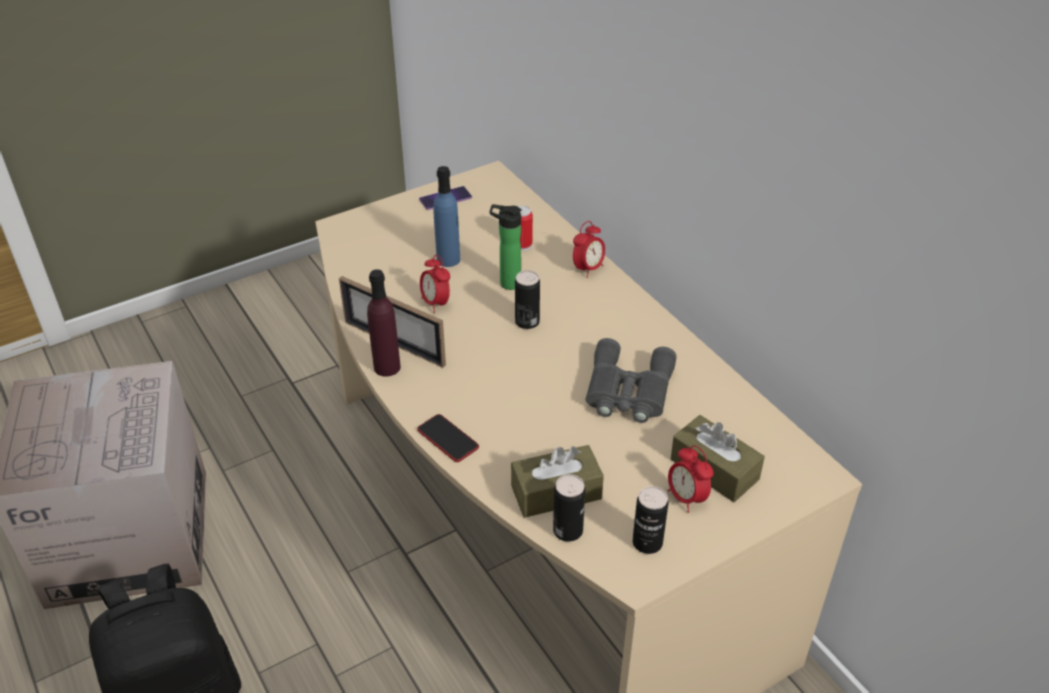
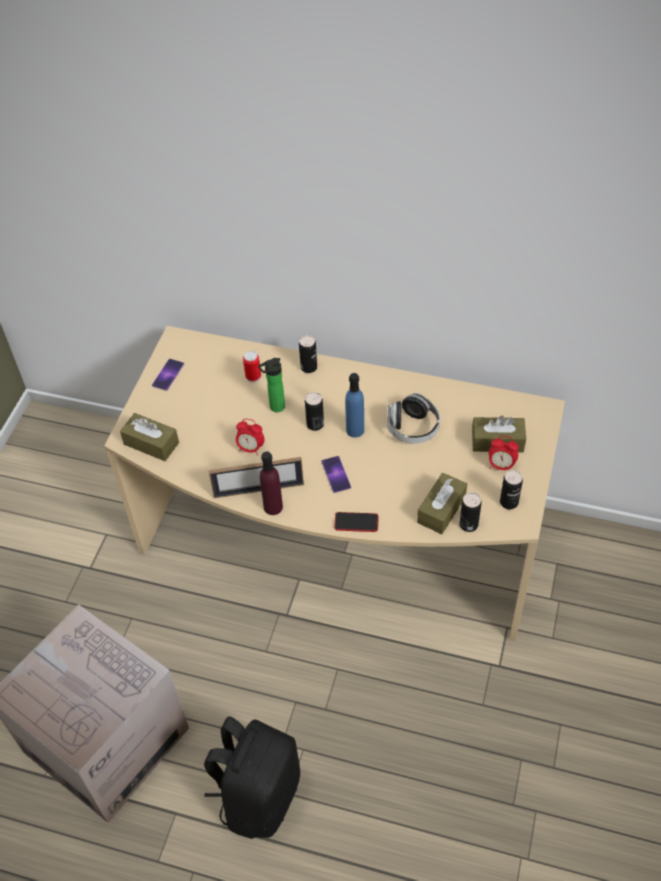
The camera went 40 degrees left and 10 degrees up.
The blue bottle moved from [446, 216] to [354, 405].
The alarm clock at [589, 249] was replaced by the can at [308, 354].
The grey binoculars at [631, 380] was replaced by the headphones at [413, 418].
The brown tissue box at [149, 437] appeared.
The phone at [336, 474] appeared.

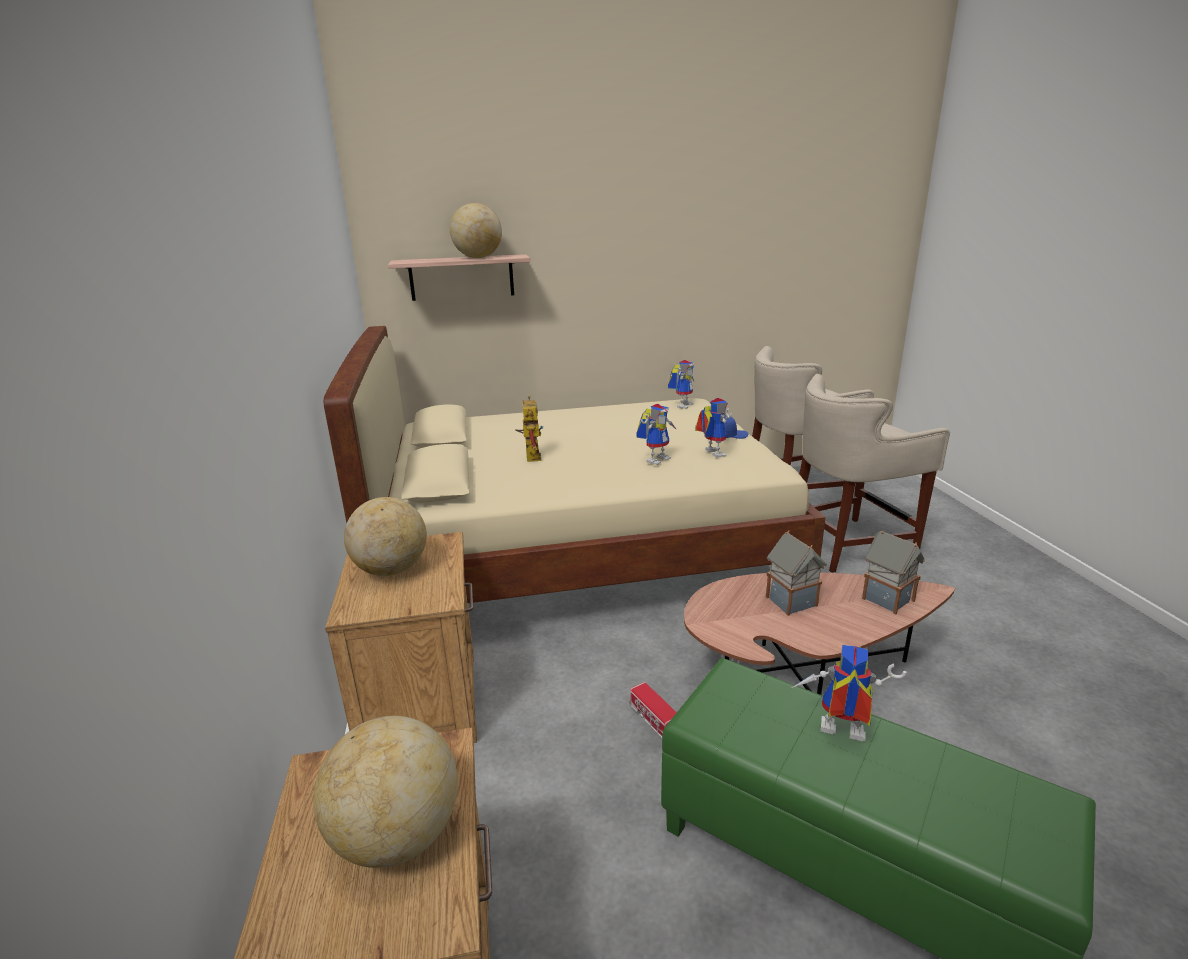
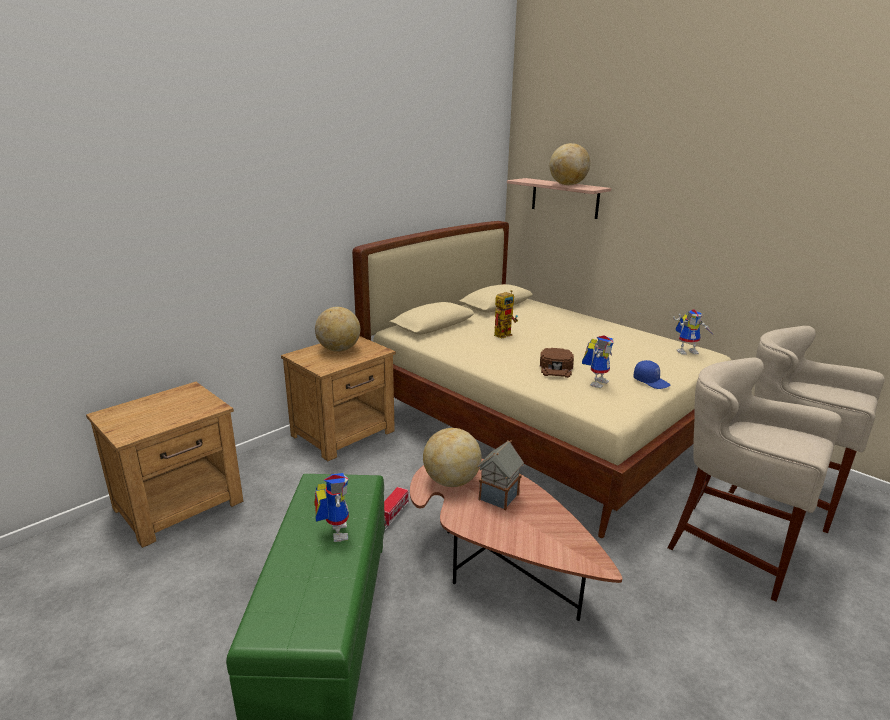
The camera went 55 degrees right and 0 degrees up.
The toy robot at [656, 434] was replaced by the brown cap at [557, 363].
The toy house at [893, 572] disappeared.
The globe moved from [385, 792] to [452, 457].

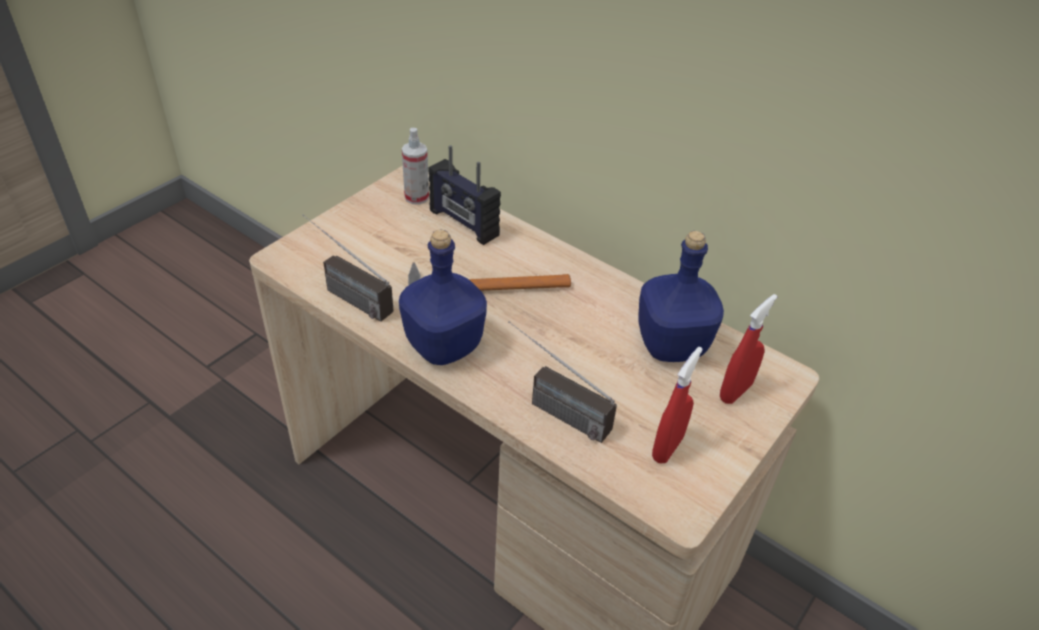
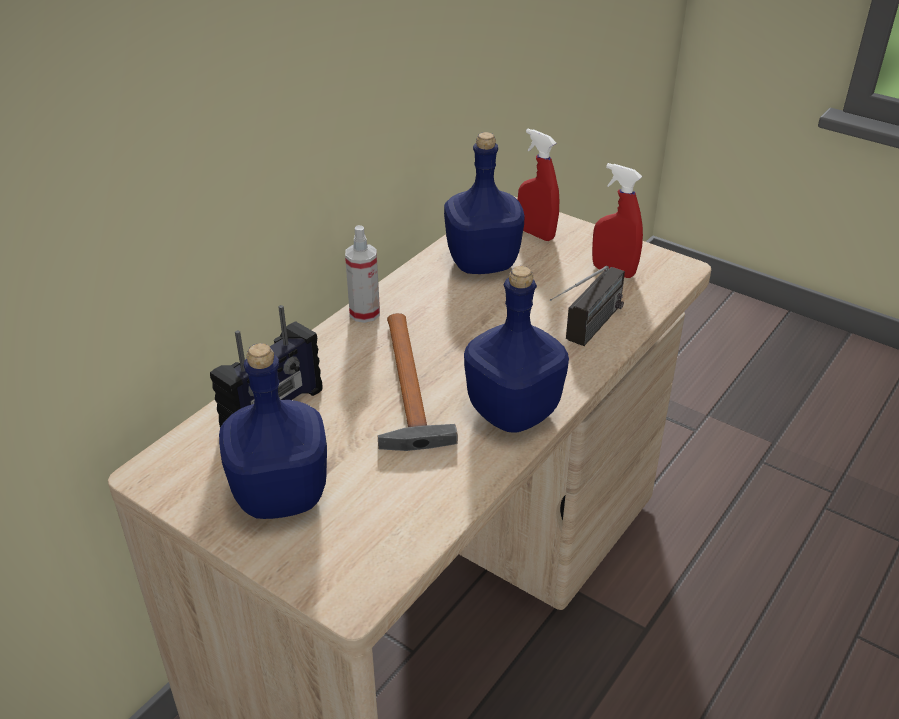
The camera went 90 degrees left and 5 degrees down.
The spray bottle moved from [415, 166] to [362, 274].
The radio at [348, 268] disappeared.
The blue bottle at [273, 431] appeared.

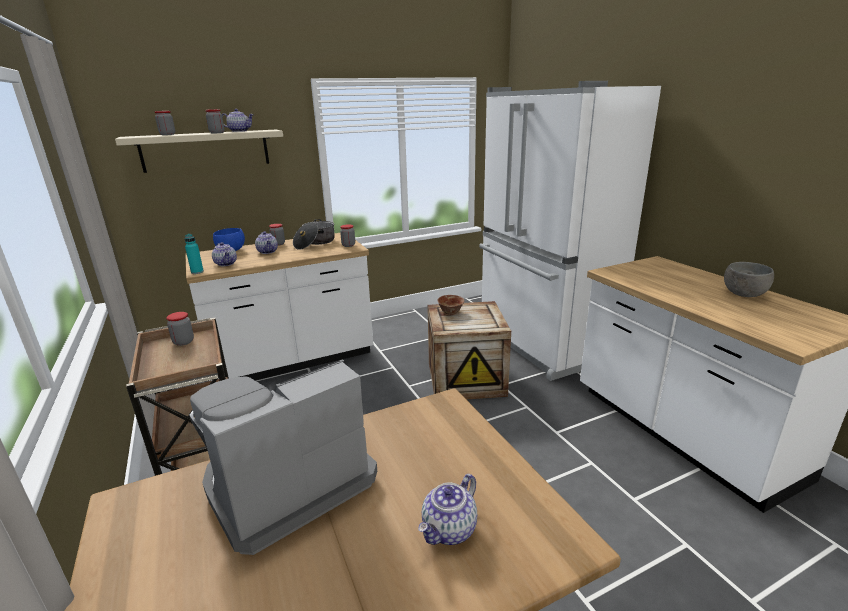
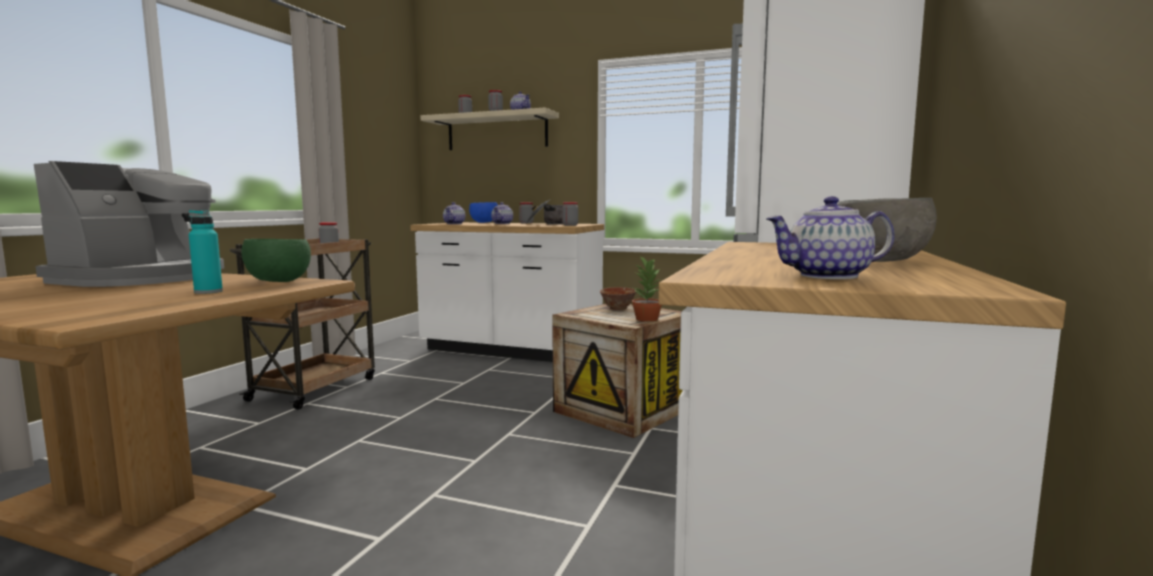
The camera went 45 degrees right and 15 degrees down.
The turquoise bottle moved from [194, 254] to [205, 252].
The coffee machine at [283, 457] turned 105 degrees clockwise.
The teapot moved from [447, 509] to [830, 237].
The green bowl at [276, 260] appeared.
The potted plant at [647, 289] appeared.

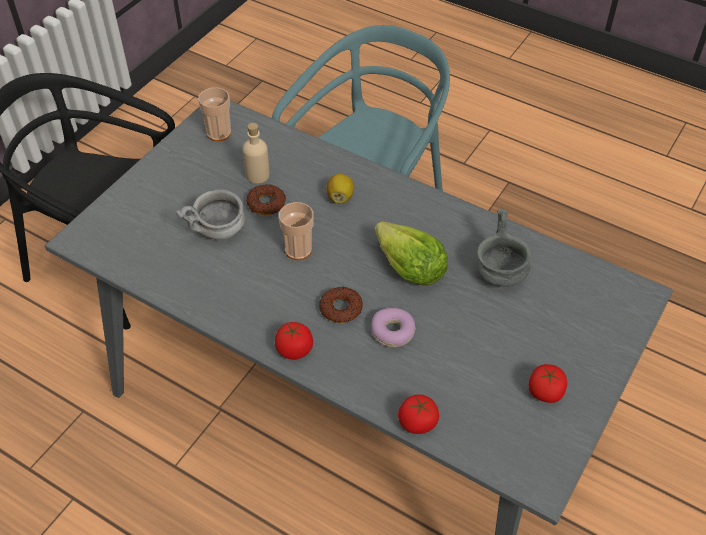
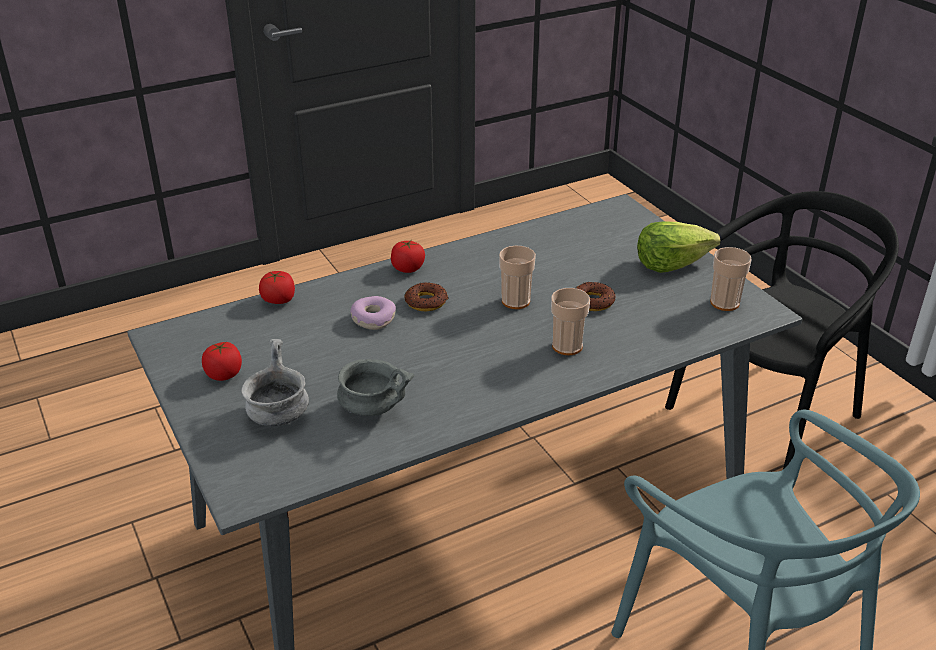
The camera went 120 degrees right and 15 degrees down.
The beige bottle at [256, 153] disappeared.
The lemon at [340, 188] was replaced by the cup at [570, 321].
The grey bowl moved from [210, 214] to [275, 382].
The lettuce moved from [411, 253] to [679, 247].

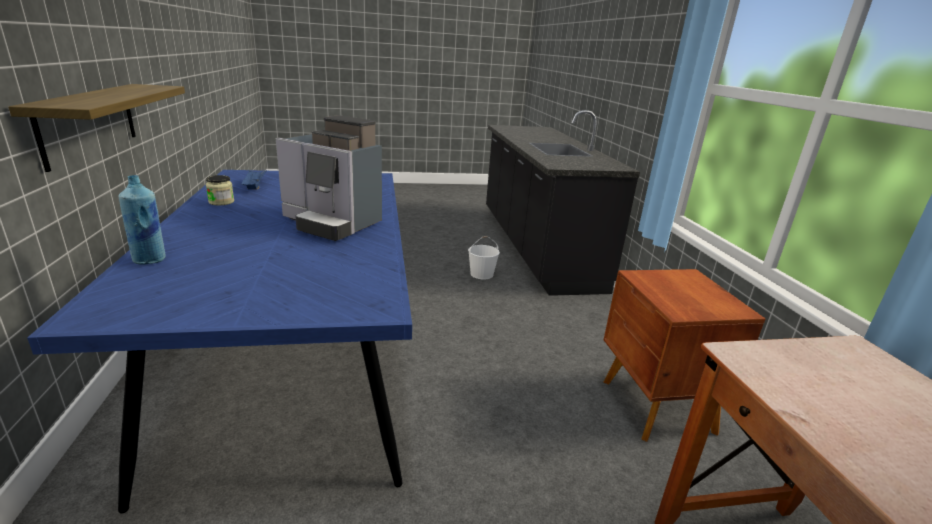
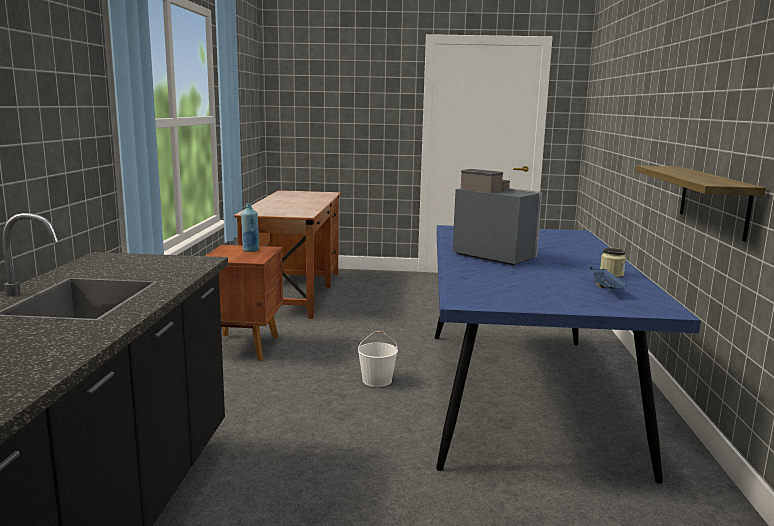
The camera went 165 degrees left and 10 degrees down.
The blue bottle moved from [142, 220] to [250, 227].
The white bucket moved from [484, 257] to [378, 359].

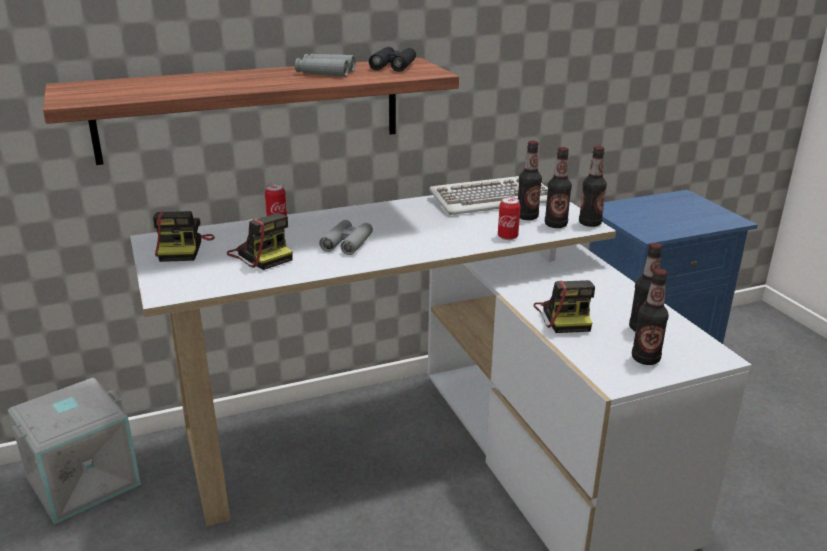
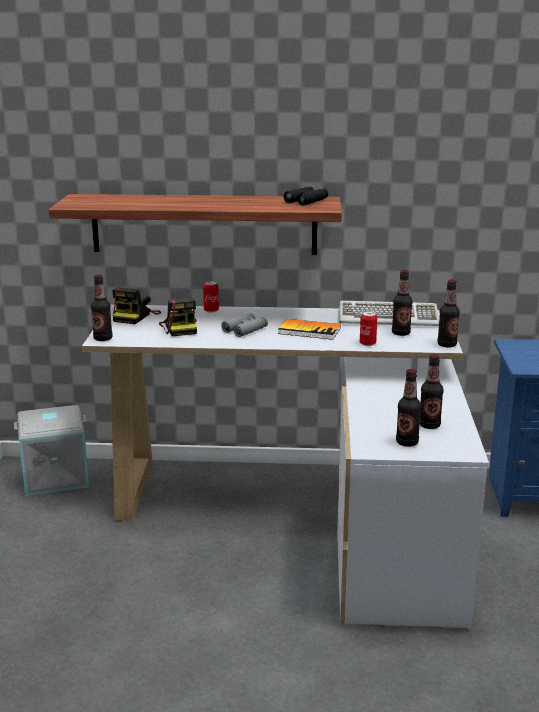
The camera went 25 degrees right and 5 degrees down.
The grey binoculars at [325, 65] disappeared.
The bottle moved from [558, 187] to [101, 307].
The photo camera at [564, 306] disappeared.
The book at [309, 329] appeared.

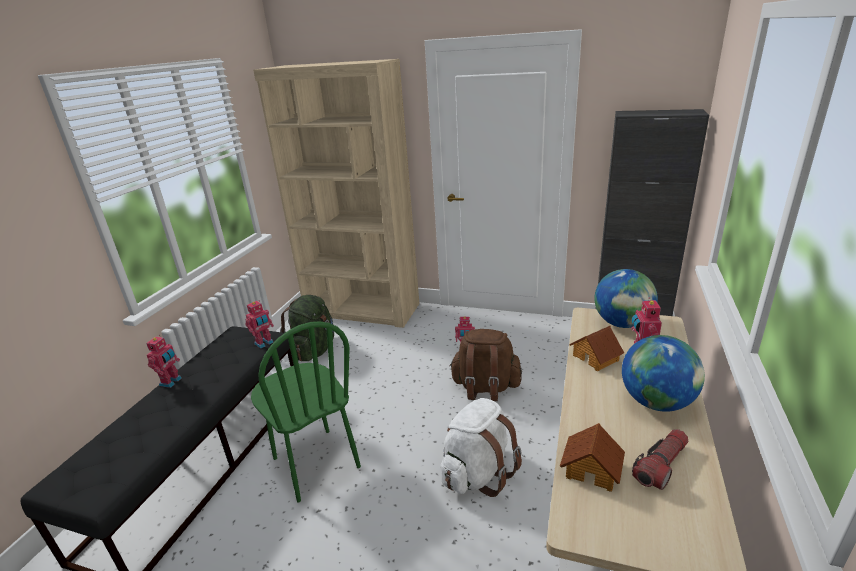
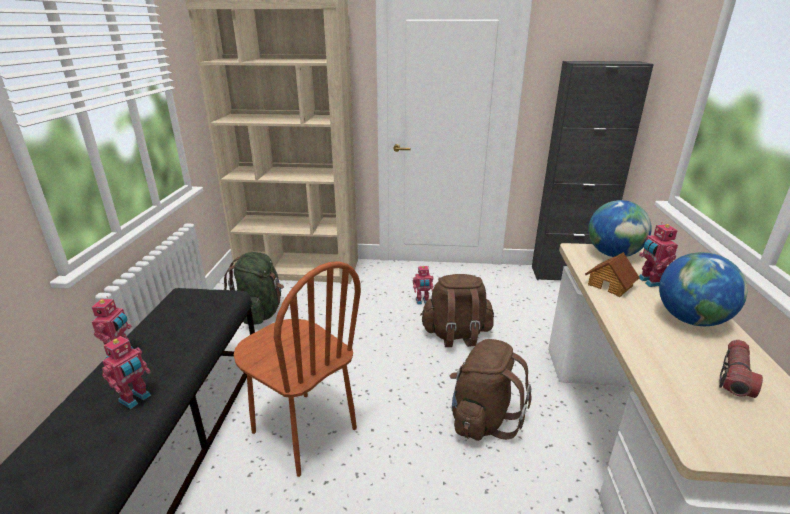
The camera went 15 degrees left and 0 degrees up.
The toy robot moved from [259, 324] to [126, 372].
The green chair at [306, 411] became the brown chair at [297, 369].
The white backpack at [481, 447] became the brown backpack at [490, 390].
The toy house at [592, 457] disappeared.

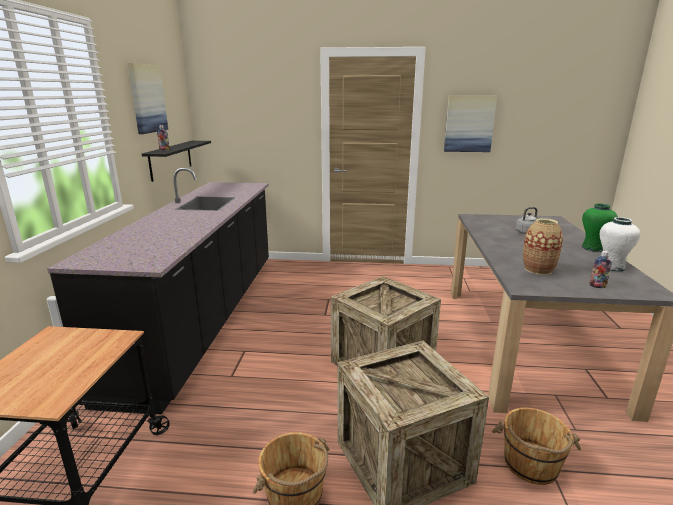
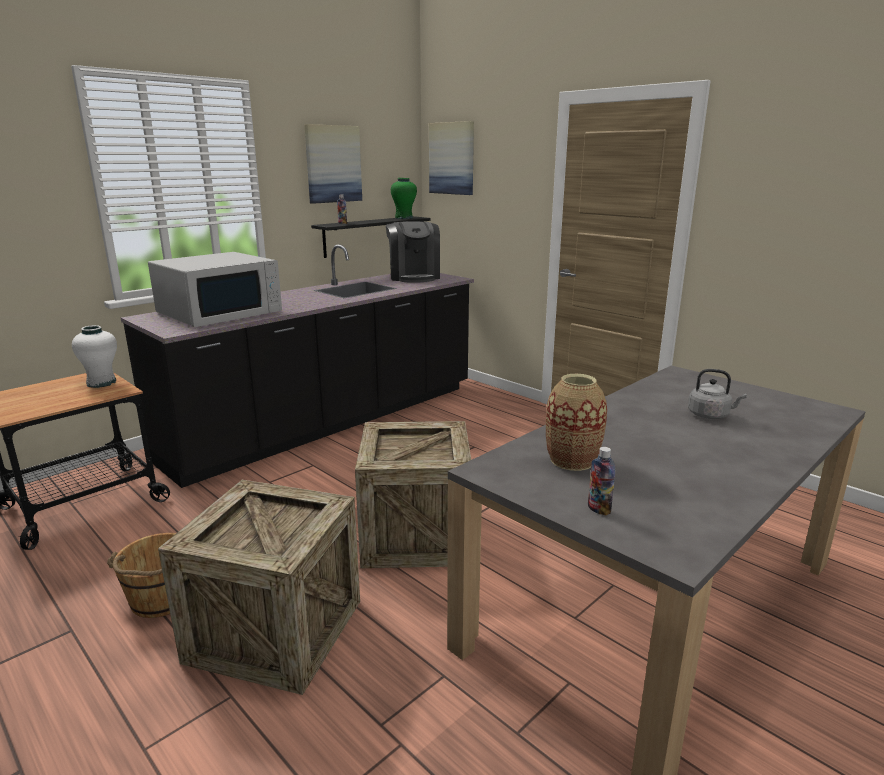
The camera went 40 degrees right and 0 degrees up.
The picture moved from [470, 124] to [451, 158].
The green vase moved from [600, 227] to [404, 198].
The white vase moved from [620, 244] to [94, 356].
The brown bucket at [536, 446] disappeared.
The coffee machine at [413, 252] appeared.
The white microwave at [215, 289] appeared.

